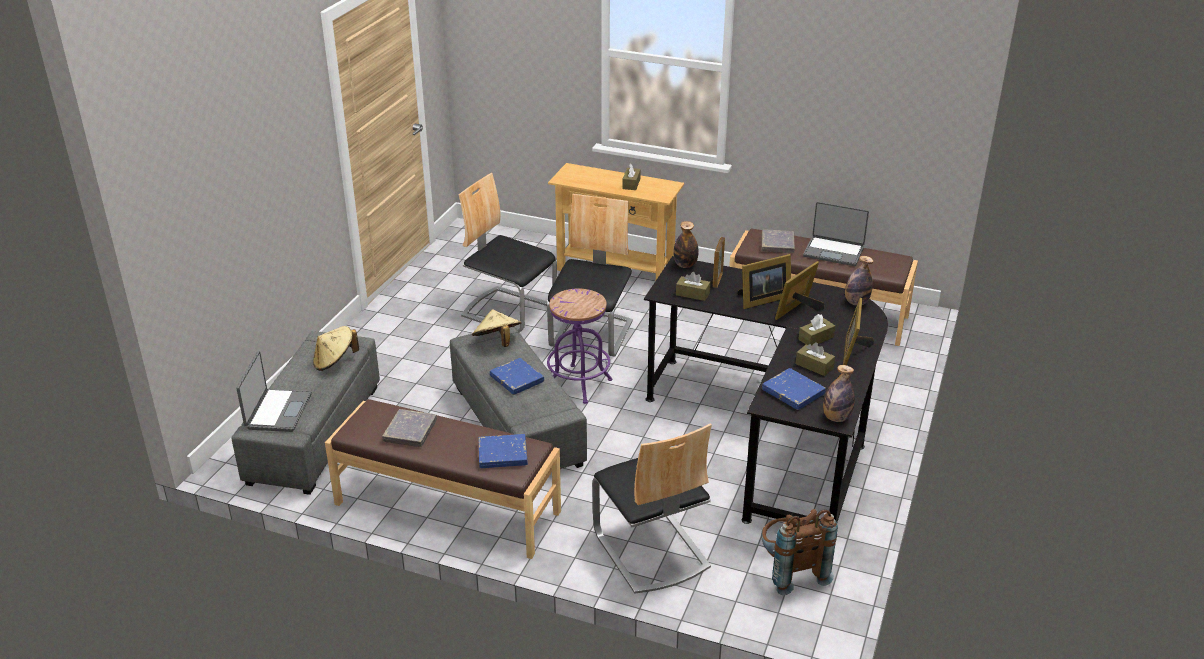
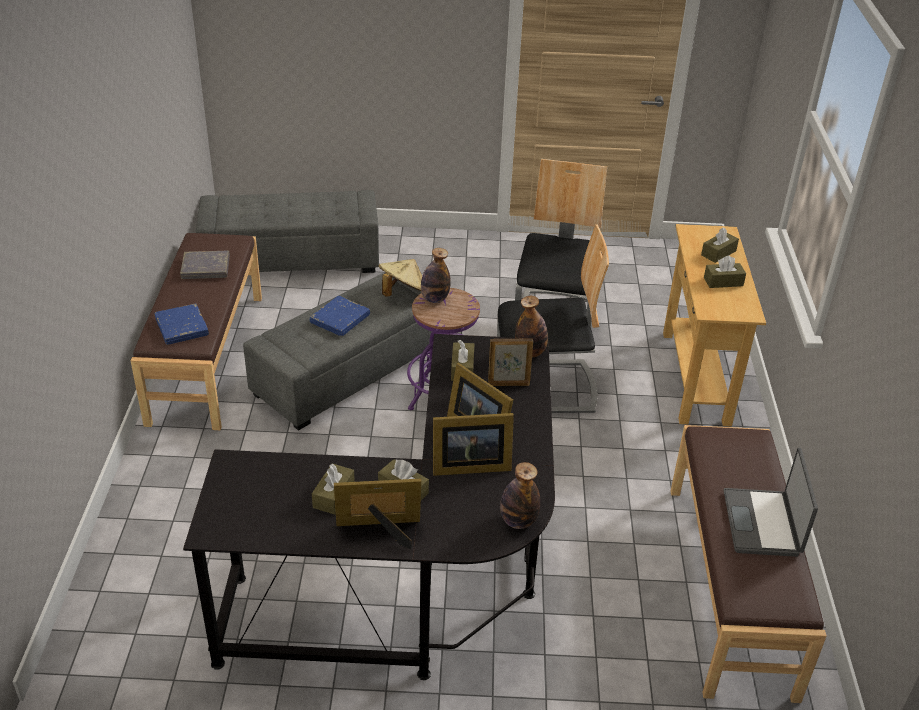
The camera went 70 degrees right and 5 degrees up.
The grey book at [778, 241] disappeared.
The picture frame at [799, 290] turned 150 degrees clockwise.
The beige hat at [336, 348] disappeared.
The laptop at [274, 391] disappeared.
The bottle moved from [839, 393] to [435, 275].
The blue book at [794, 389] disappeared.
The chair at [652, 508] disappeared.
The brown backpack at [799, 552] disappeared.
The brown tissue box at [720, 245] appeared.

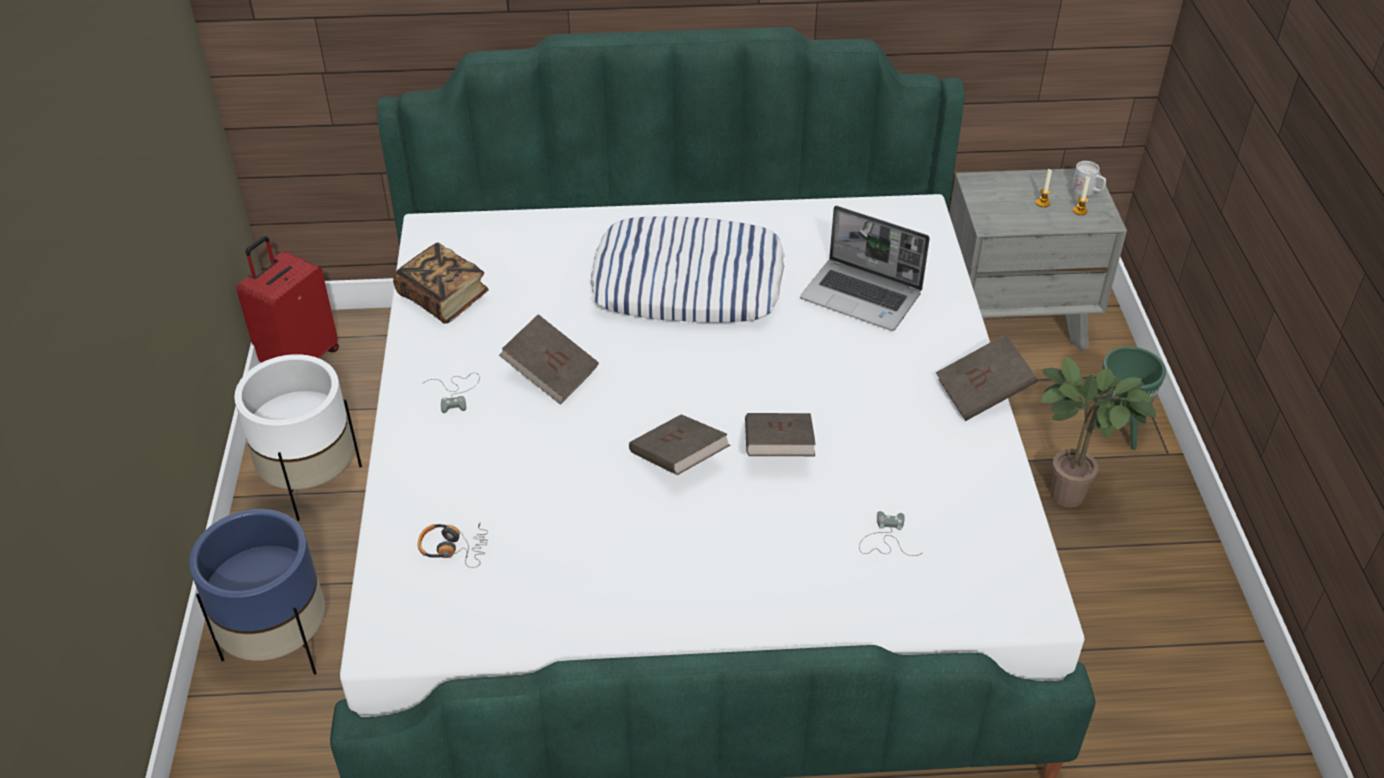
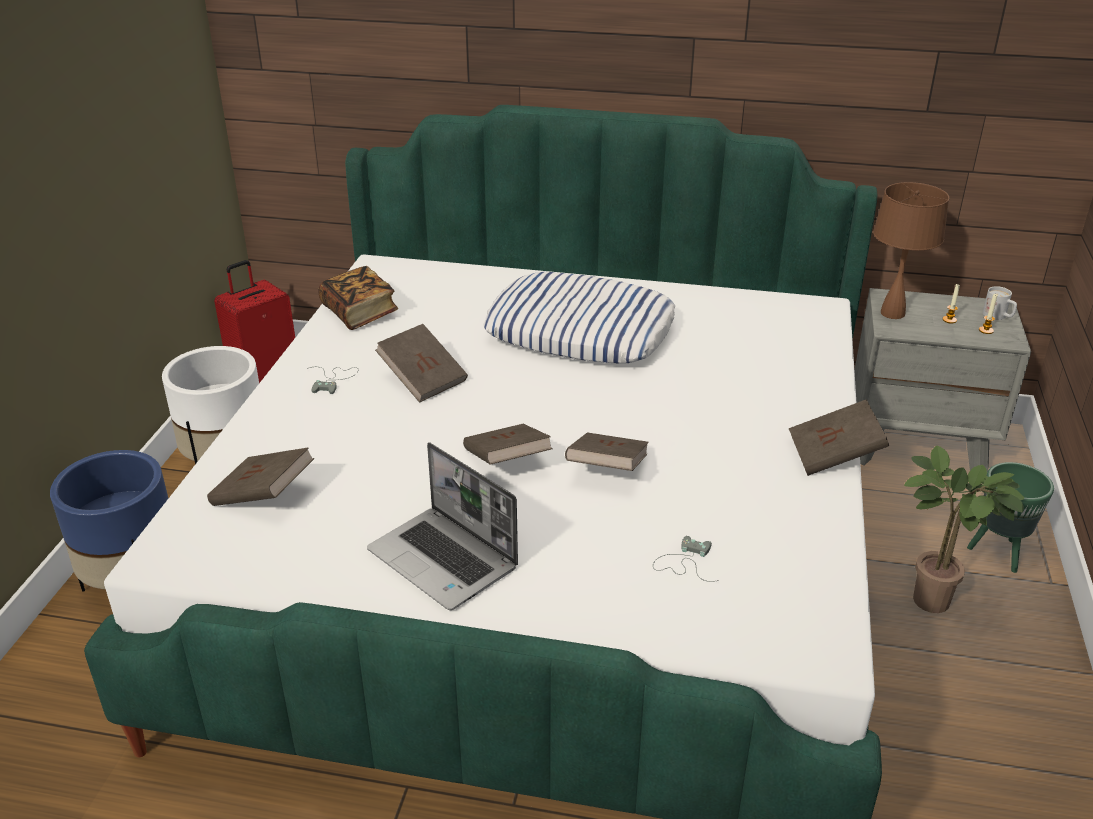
The camera went 15 degrees right and 10 degrees down.
The laptop moved from [865, 268] to [442, 526].
The headphones at [453, 545] was replaced by the brown book at [260, 476].
The brown table lamp at [911, 250] appeared.

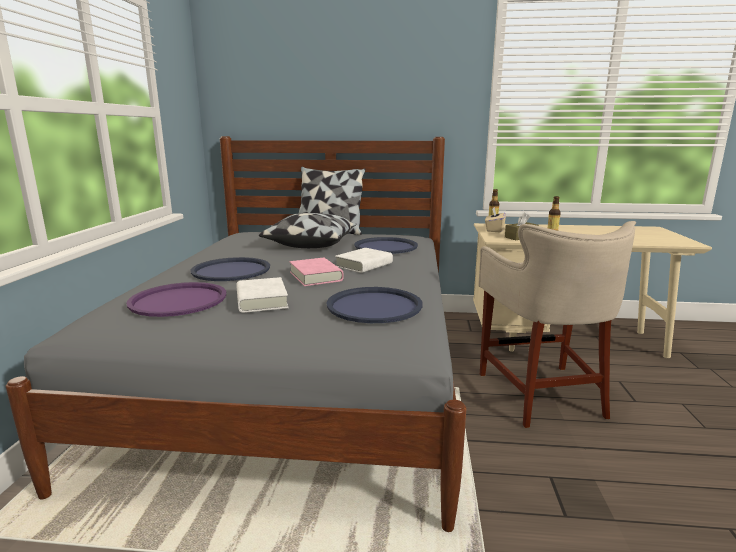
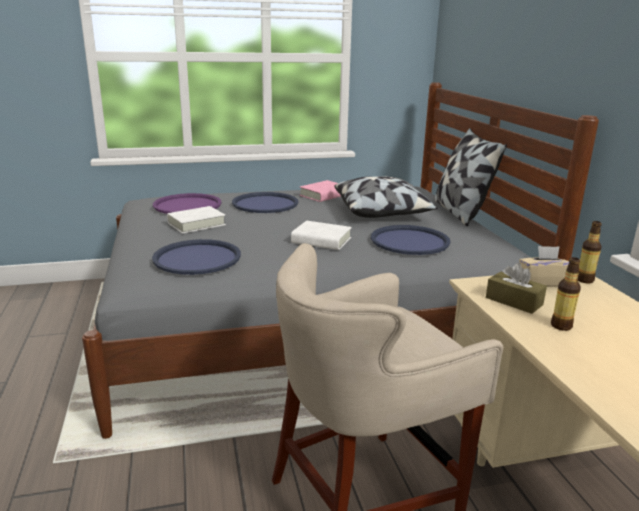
The camera went 70 degrees right and 5 degrees up.
The pink book moved from [316, 272] to [320, 191].

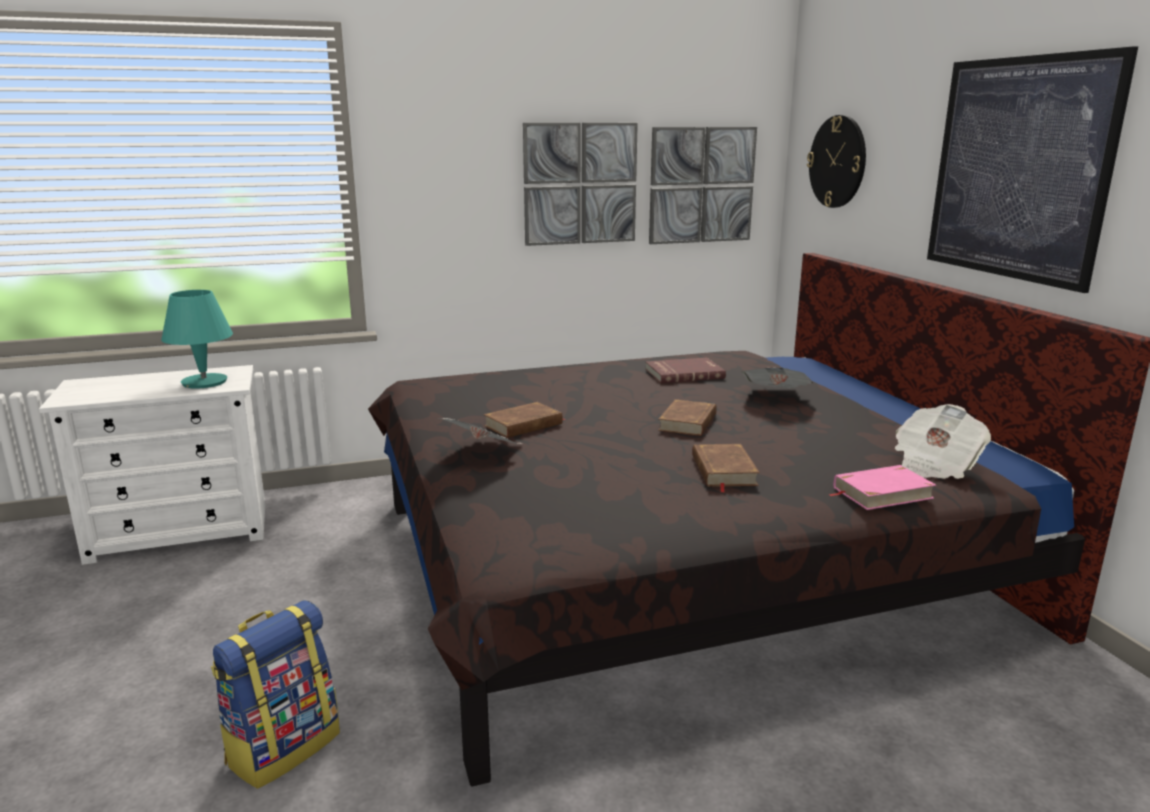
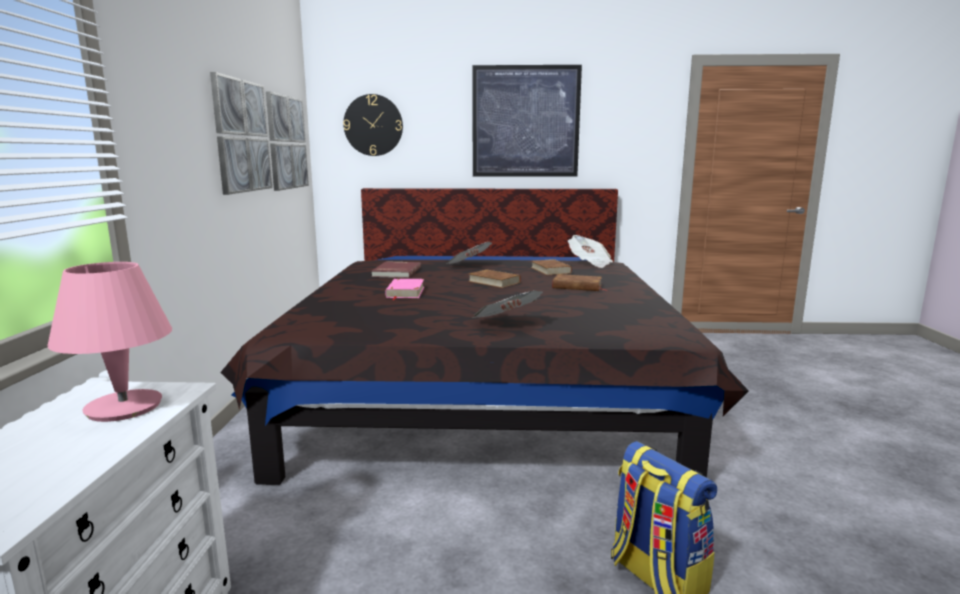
The camera went 70 degrees left and 5 degrees down.
The turquoise table lamp at [197, 339] became the pink table lamp at [110, 342].
The brown book moved from [524, 420] to [551, 267].
The pink book moved from [882, 487] to [404, 289].

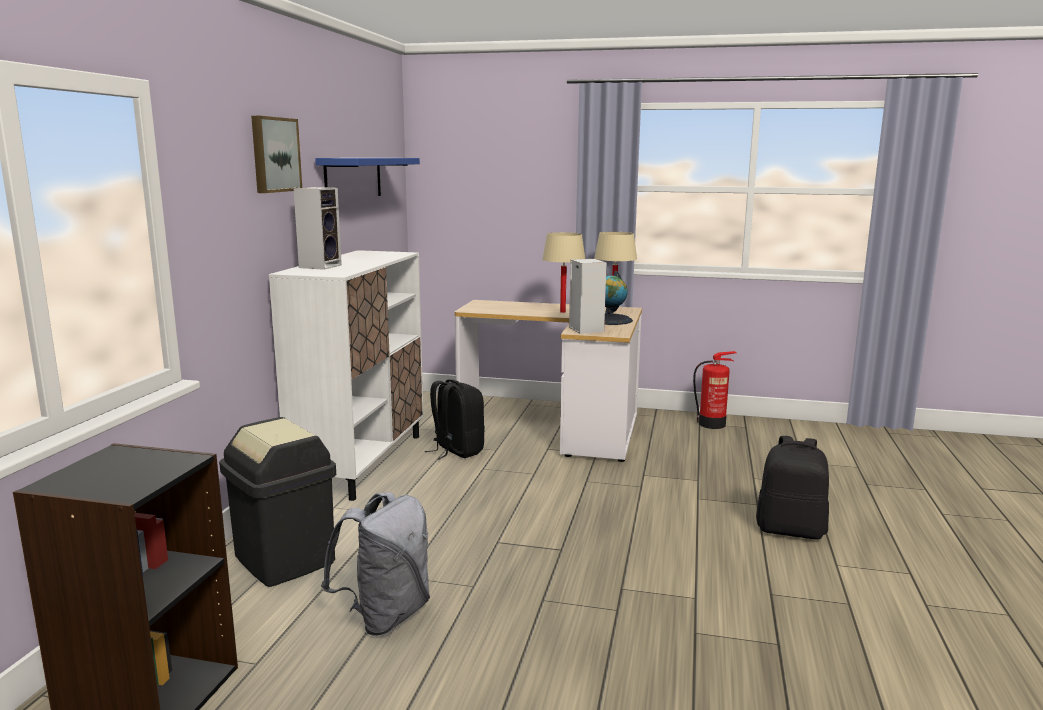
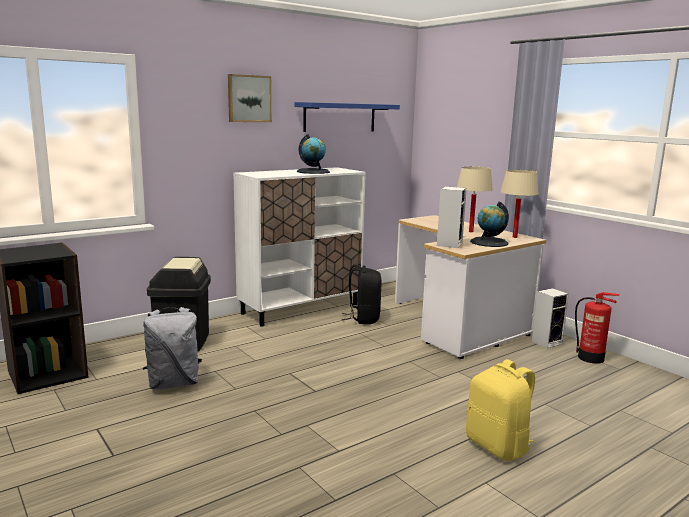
The camera went 40 degrees right and 0 degrees up.
The speaker moved from [317, 228] to [550, 318].
The black backpack at [792, 488] became the yellow backpack at [500, 410].
The globe at [313, 154] appeared.

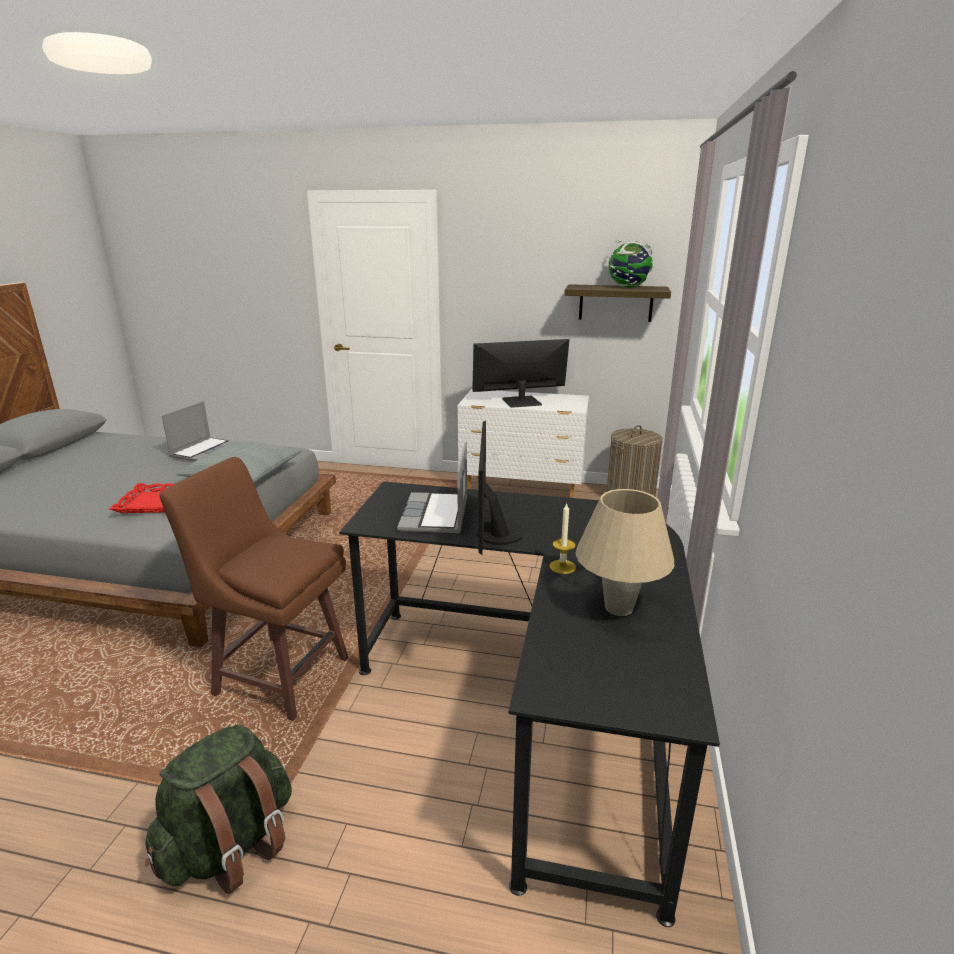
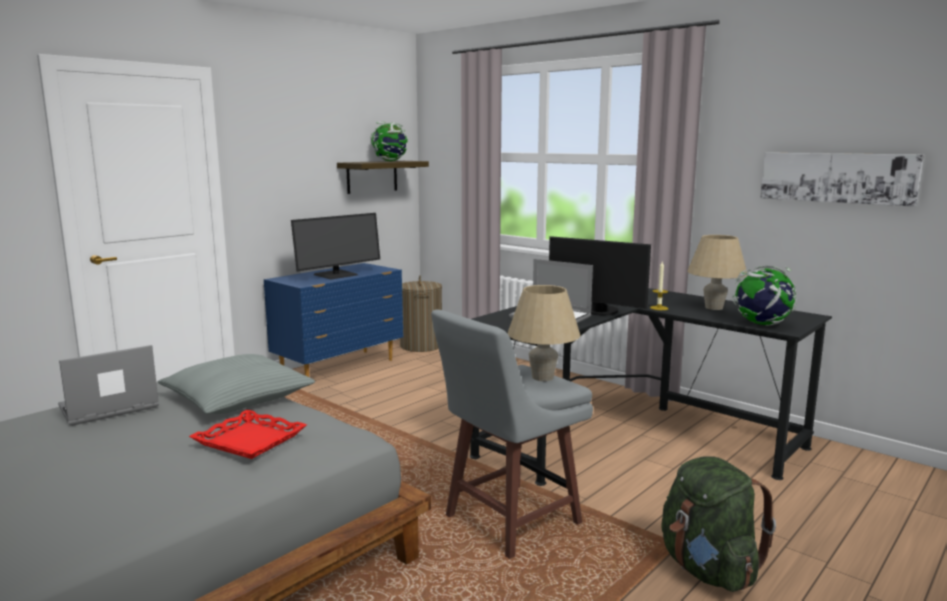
The camera went 60 degrees left and 10 degrees down.
The monitor at [521, 373] turned 150 degrees counterclockwise.
The white dresser at [523, 443] became the blue dresser at [333, 324].
The laptop at [198, 431] turned 90 degrees counterclockwise.
The brown stool at [253, 589] became the grey stool at [512, 434].
The picture at [842, 180] appeared.
The globe at [764, 295] appeared.
The beige table lamp at [544, 333] appeared.

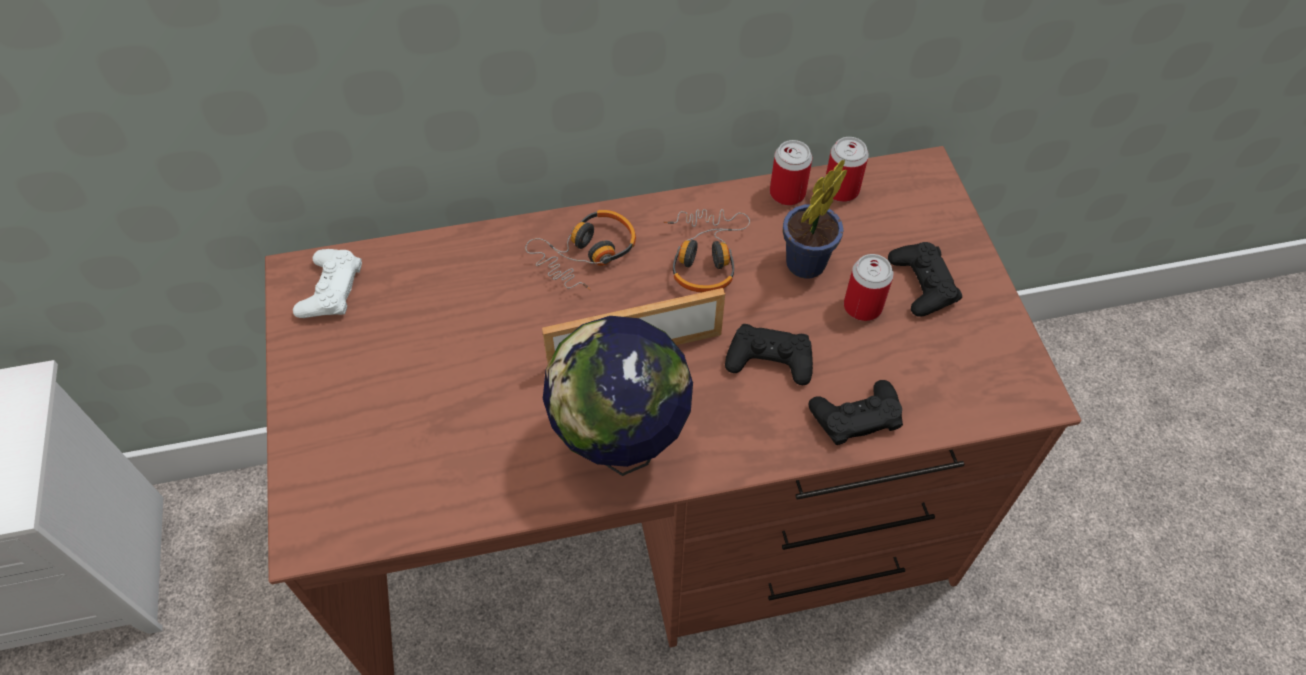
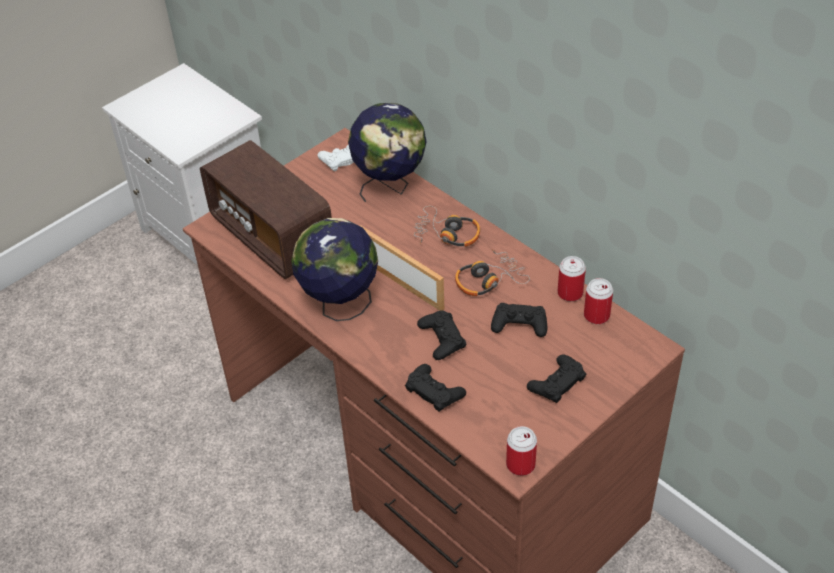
The camera went 60 degrees right and 10 degrees down.
The potted plant at [815, 219] was replaced by the black game controller at [519, 320].
The can moved from [869, 287] to [521, 451].
The globe at [387, 152] appeared.
The radio at [266, 209] appeared.

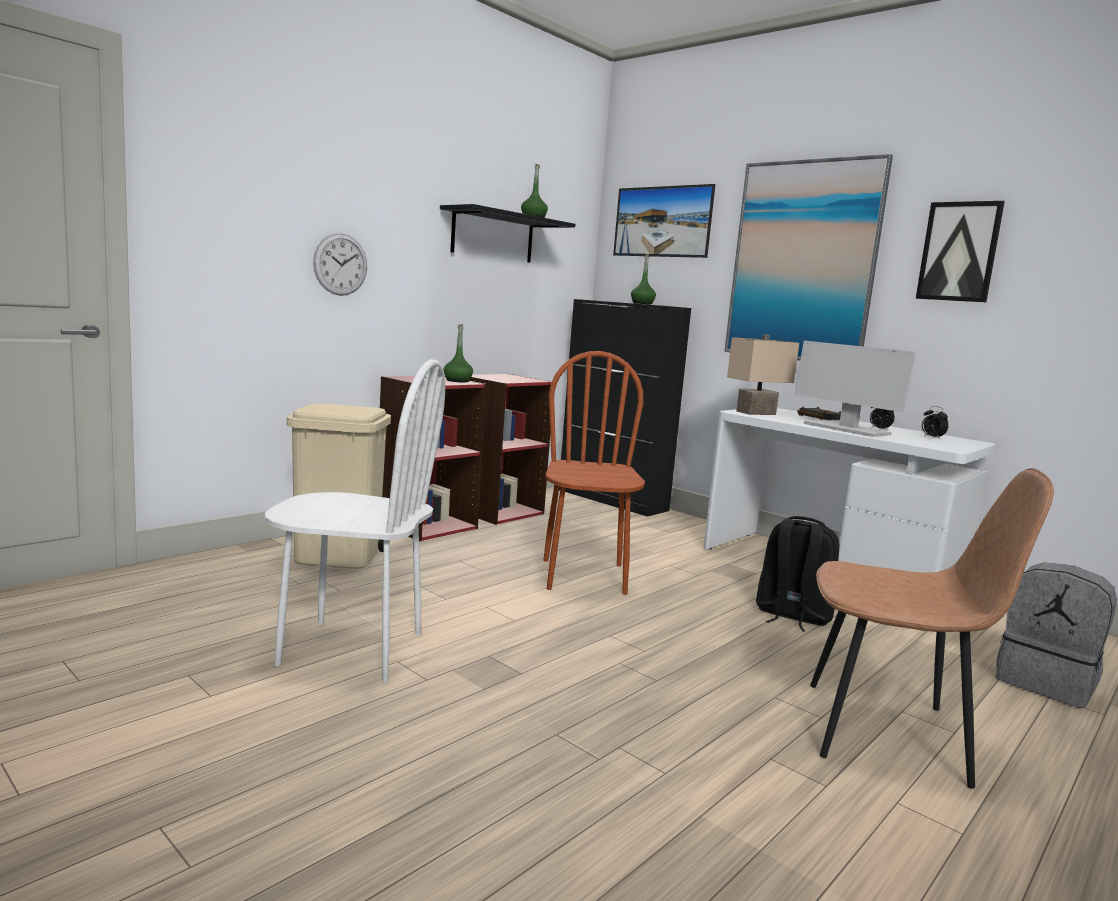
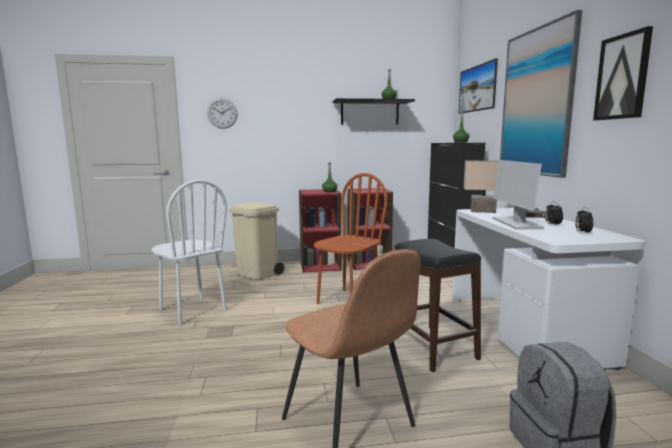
The camera went 40 degrees right and 0 degrees up.
The wall clock moved from [340, 264] to [222, 113].
The black backpack at [797, 574] was replaced by the black stool at [438, 305].

